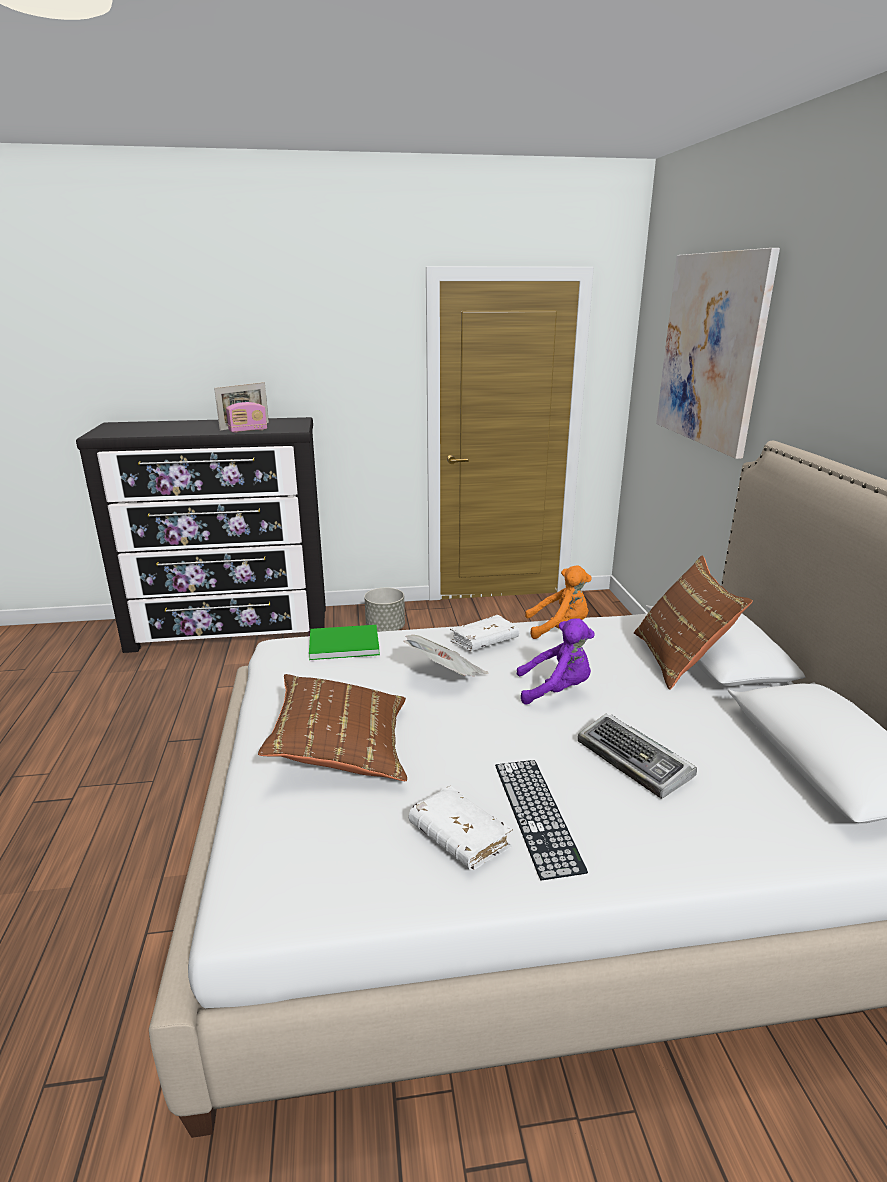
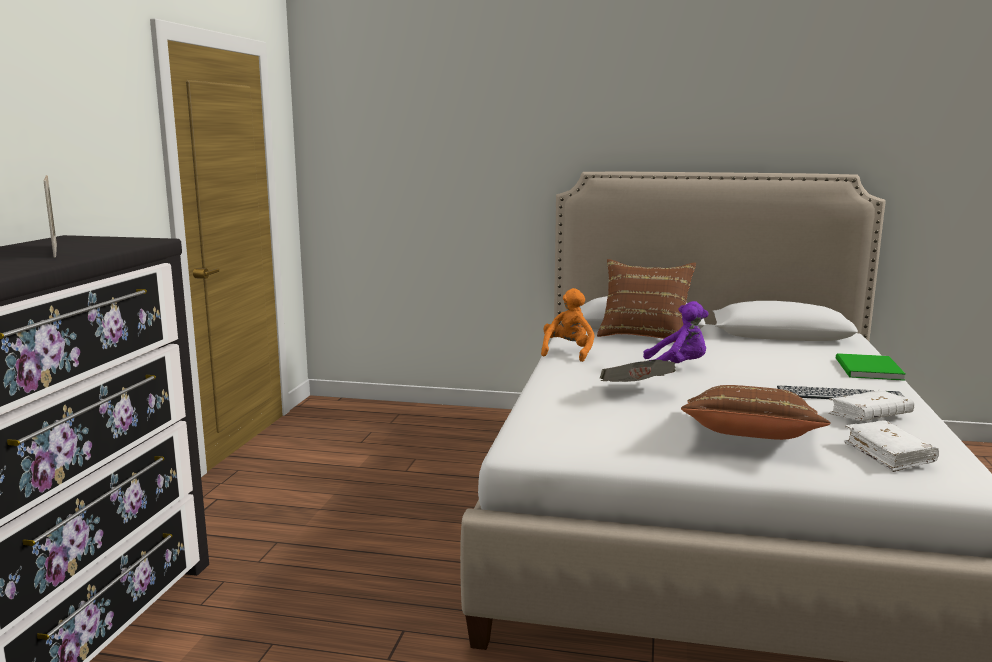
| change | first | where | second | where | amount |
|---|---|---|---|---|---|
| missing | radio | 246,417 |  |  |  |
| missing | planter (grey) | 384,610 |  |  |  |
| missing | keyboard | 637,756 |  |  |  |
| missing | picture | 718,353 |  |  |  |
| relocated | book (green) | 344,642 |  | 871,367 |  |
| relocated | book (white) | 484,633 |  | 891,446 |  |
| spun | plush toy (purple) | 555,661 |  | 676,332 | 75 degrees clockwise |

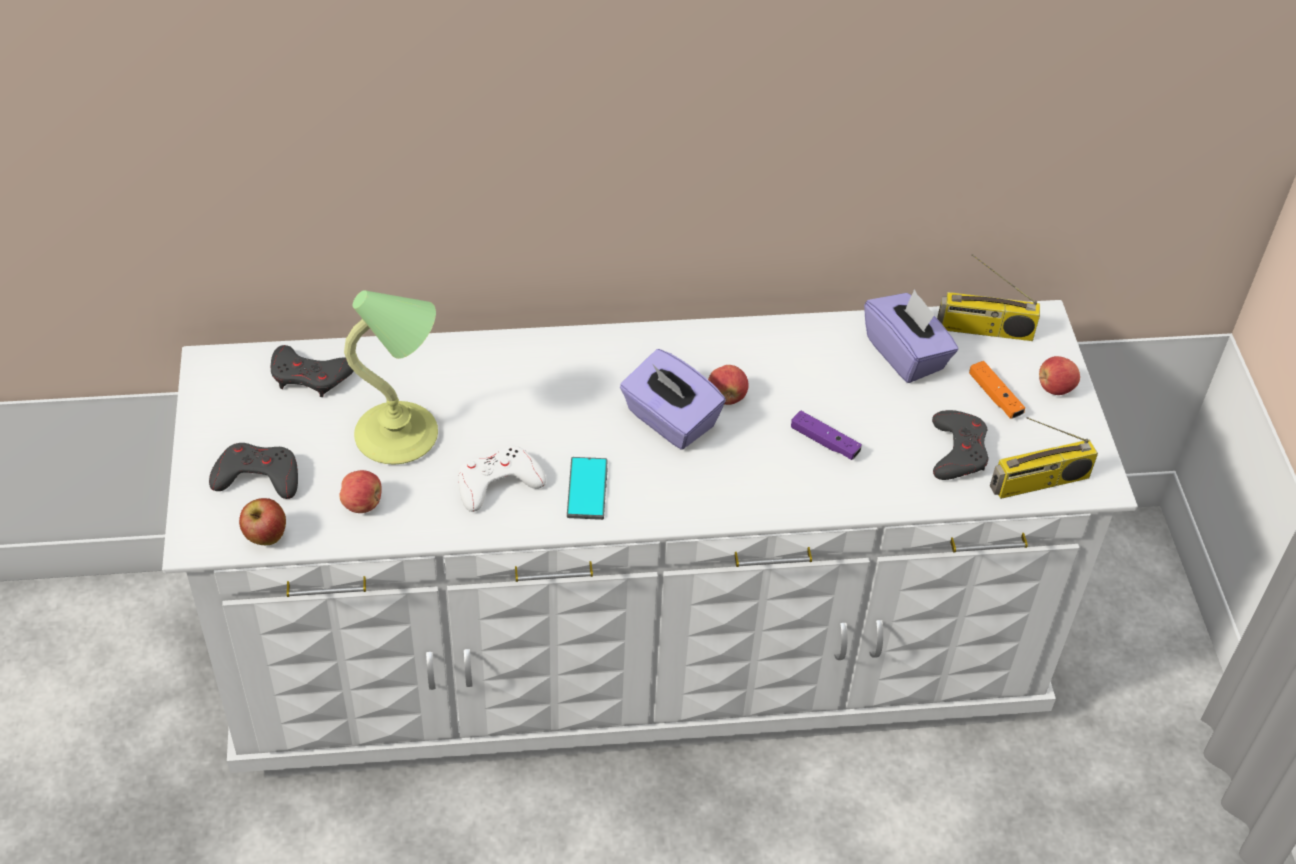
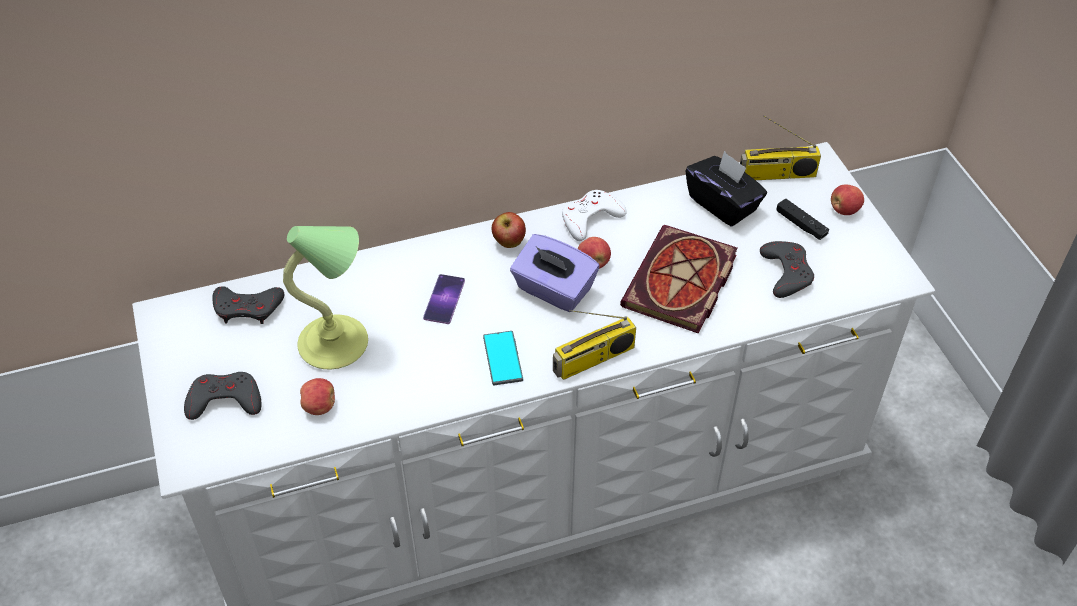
| change | first | where | second | where | amount |
|---|---|---|---|---|---|
| appeared |  |  | phone | 444,299 |  |
| relocated | apple | 262,521 |  | 509,230 |  |
| relocated | game controller (white) | 502,479 |  | 594,215 |  |
| relocated | radio | 1044,458 |  | 594,345 |  |
| exchanged | game controller (purple) | 826,435 | book | 679,279 |  |
| colour | tissue box (purple) | 911,336 | tissue box (black) | 726,189 |  |
| colour | game controller (orange) | 997,390 | game controller (black) | 803,219 |  |

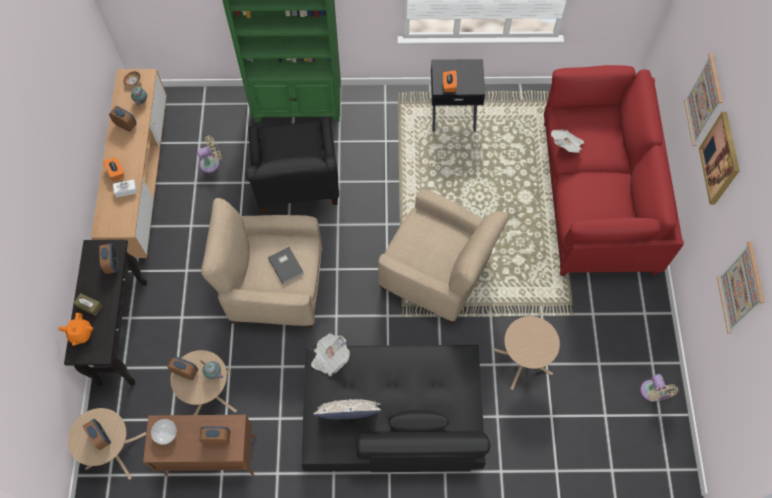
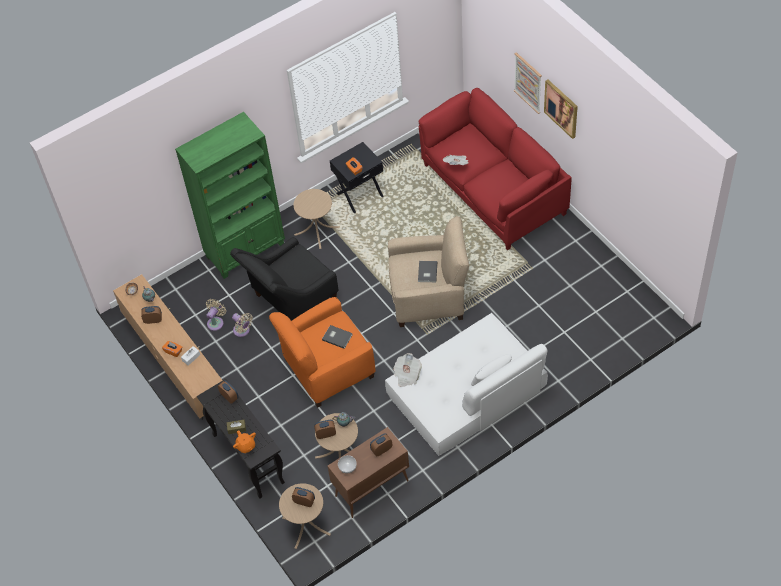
| change | first | where | second | where | amount |
|---|---|---|---|---|---|
| missing | pillow | 347,409 |  |  |  |
| missing | picture | 741,288 |  |  |  |
| appeared |  |  | book (grey) | 427,271 |  |
| relocated | side table (beige) | 526,353 |  | 316,219 |  |
| relocated | fan (beige) | 659,388 |  | 242,325 |  |
| colour | armchair (beige) | 261,263 | armchair (orange) | 322,352 |  |
| colour | sofa (black) | 395,408 | sofa (white) | 466,384 |  |
| spun | armchair (black) | 292,165 |  | 284,279 | 90 degrees clockwise |

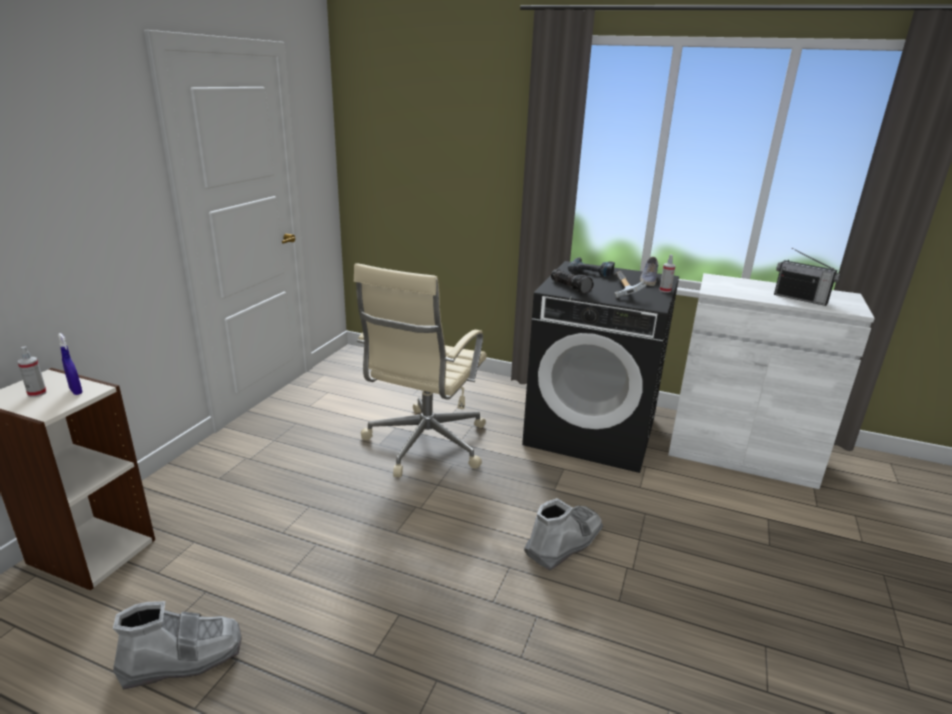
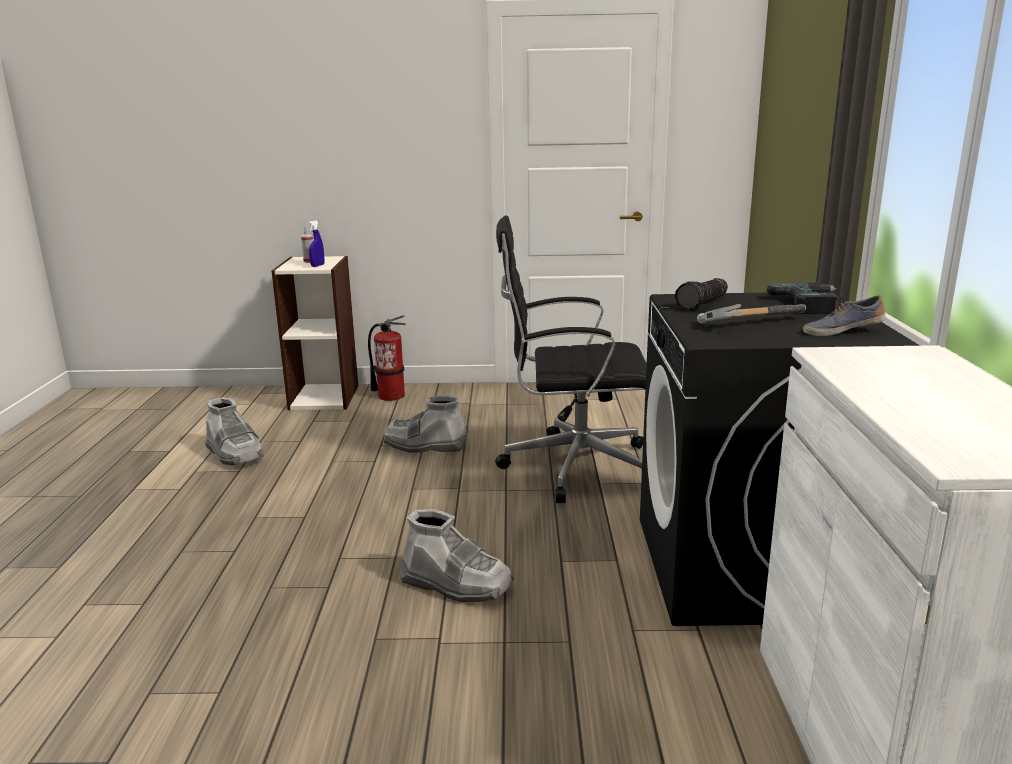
| change | first | where | second | where | amount |
|---|---|---|---|---|---|
| missing | spray bottle | 667,273 |  |  |  |
| missing | radio | 807,277 |  |  |  |
| appeared |  |  | fire extinguisher | 387,358 |  |
| appeared |  |  | boot (grey) | 425,424 |  |
| colour | office chair (beige) | 420,370 | office chair (black) | 571,359 |  |

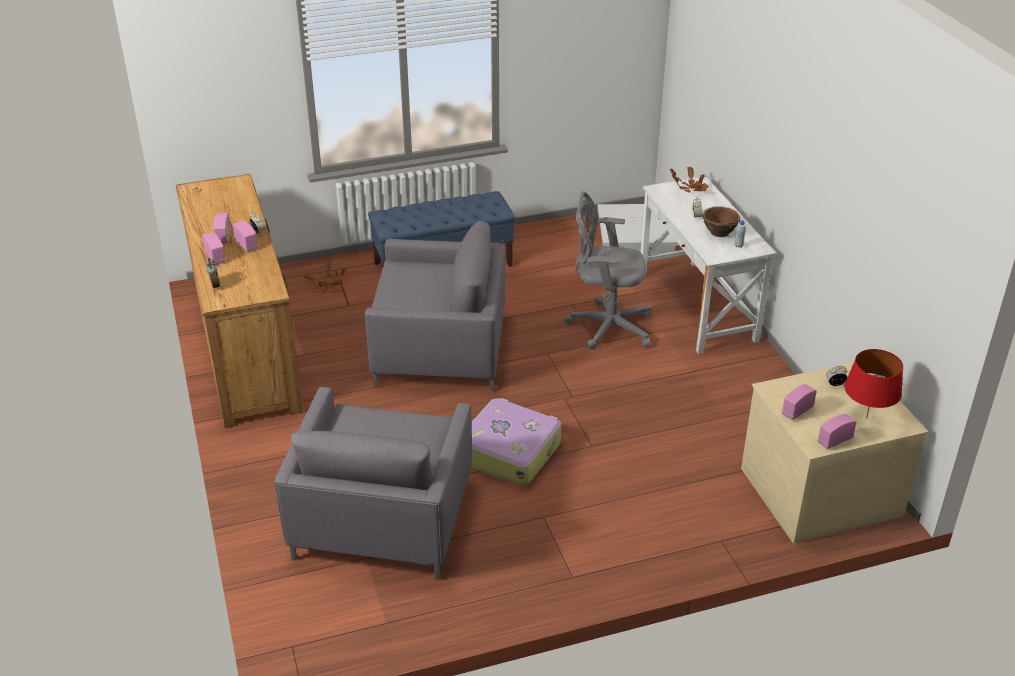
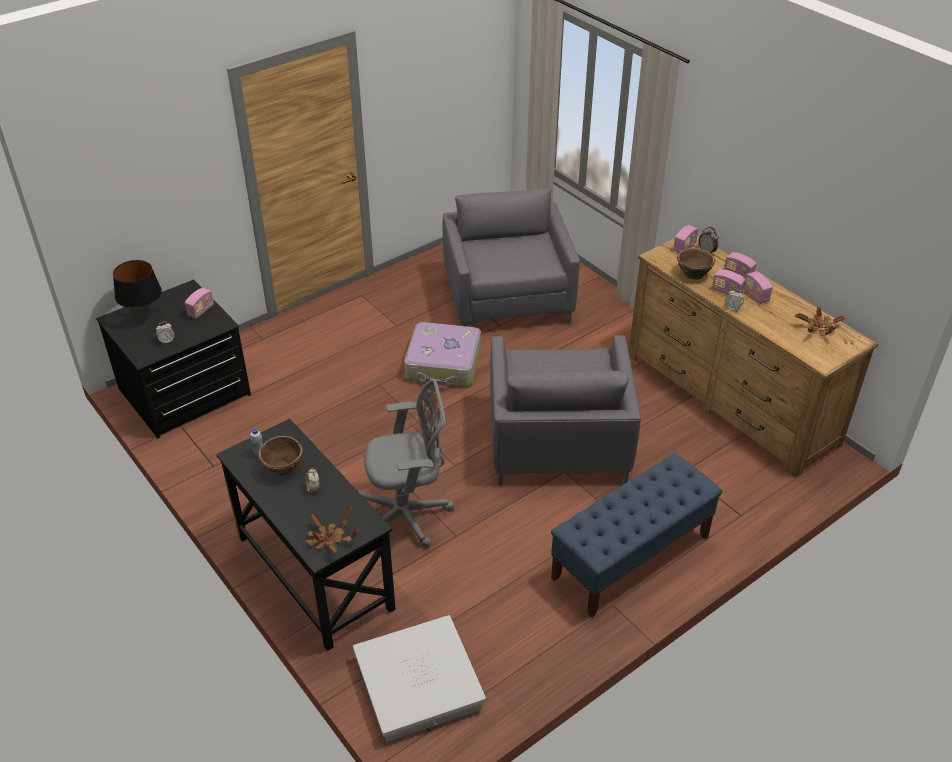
| change | first | where | second | where | amount |
|---|---|---|---|---|---|
| appeared |  |  | bowl (brown) | 696,264 |  |
| relocated | potted plant | 325,275 |  | 820,321 |  |
| relocated | radio | 837,431 |  | 685,239 |  |
| colour | desk (white) | 708,265 | desk (black) | 306,535 |  |
| colour | dresser (beige) | 834,452 | dresser (black) | 173,359 |  |
| colour | table lamp (red) | 873,383 | table lamp (black) | 137,289 |  |
| spun | armchair (grey) | 435,306 |  | 565,410 | 75 degrees counterclockwise |

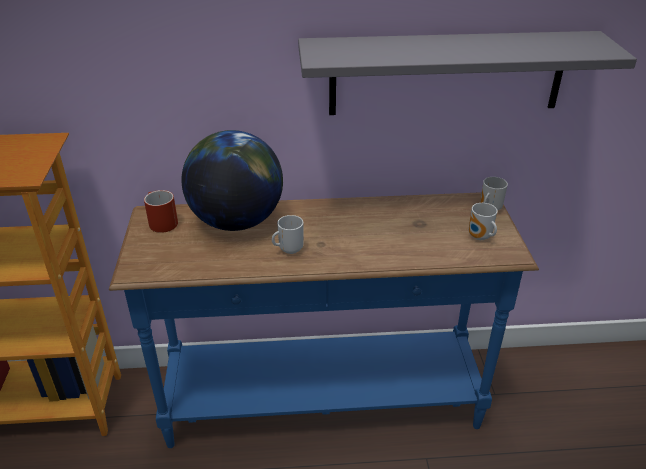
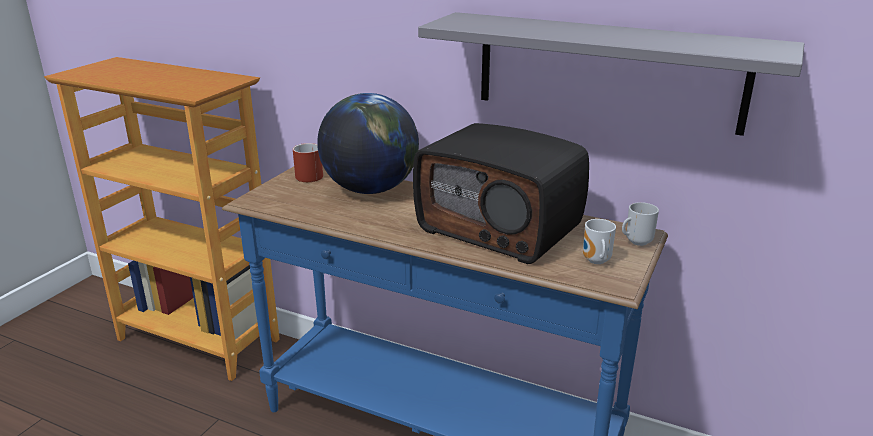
| change | first | where | second | where | amount |
|---|---|---|---|---|---|
| missing | mug | 288,234 |  |  |  |
| appeared |  |  | radio | 501,193 |  |

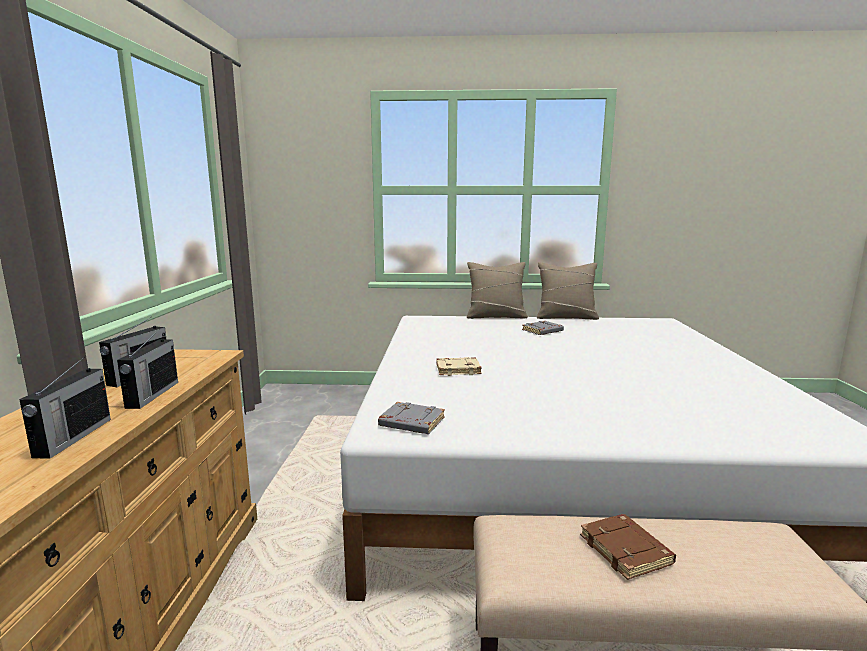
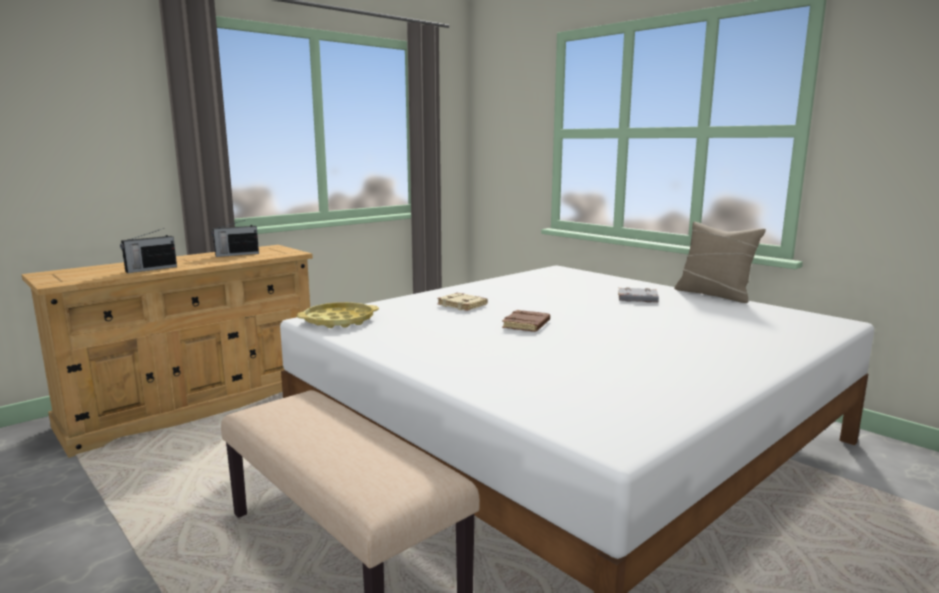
| change | first | where | second | where | amount |
|---|---|---|---|---|---|
| missing | radio | 147,369 |  |  |  |
| missing | pillow (beige) | 497,290 |  |  |  |
| relocated | book (brown) | 628,547 |  | 526,321 |  |
| exchanged | book (grey) | 411,418 | tray (yellow) | 338,315 |  |

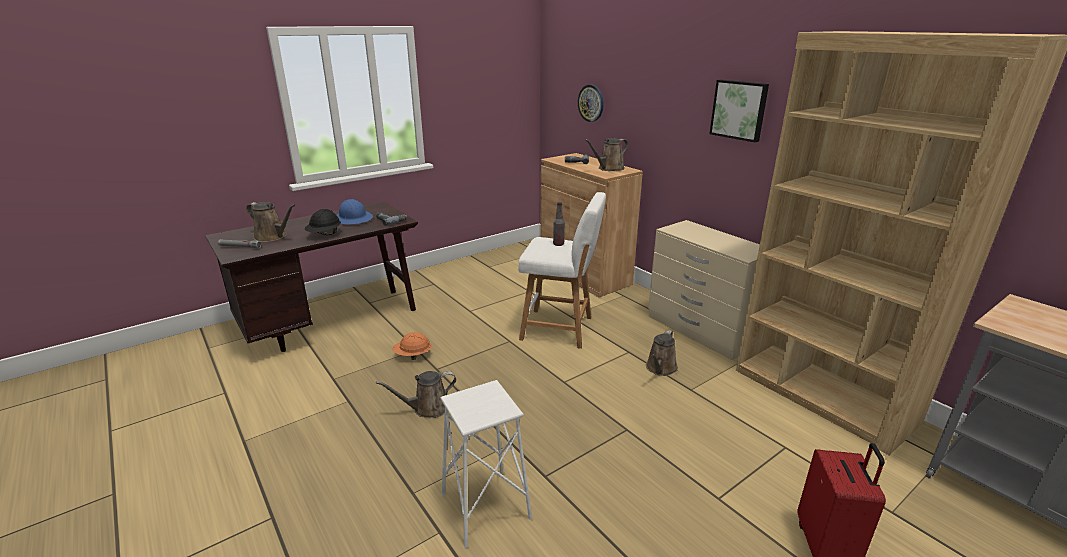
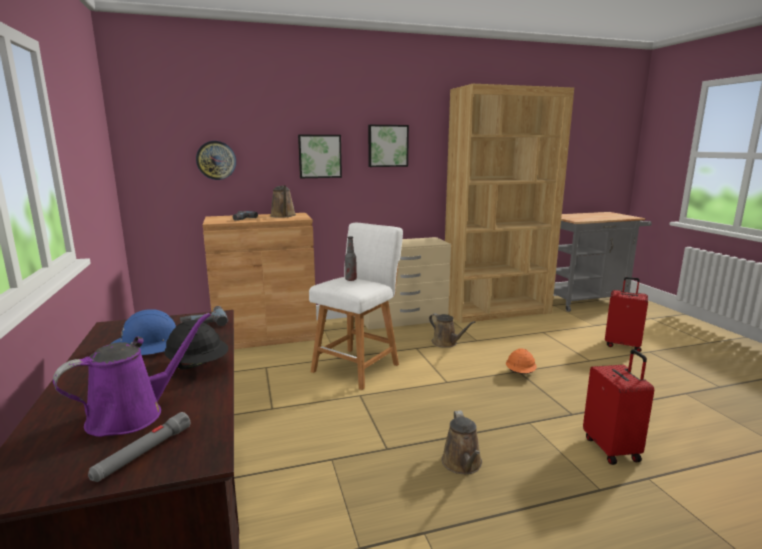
| change | first | where | second | where | amount |
|---|---|---|---|---|---|
| appeared |  |  | picture | 320,156 |  |
| relocated | hard hat (orange) | 412,346 |  | 521,361 |  |
| exchanged | stool (white) | 486,464 | suitcase (red) | 618,407 |  |
| colour | watering can (brown) | 270,222 | watering can (purple) | 132,375 |  |

